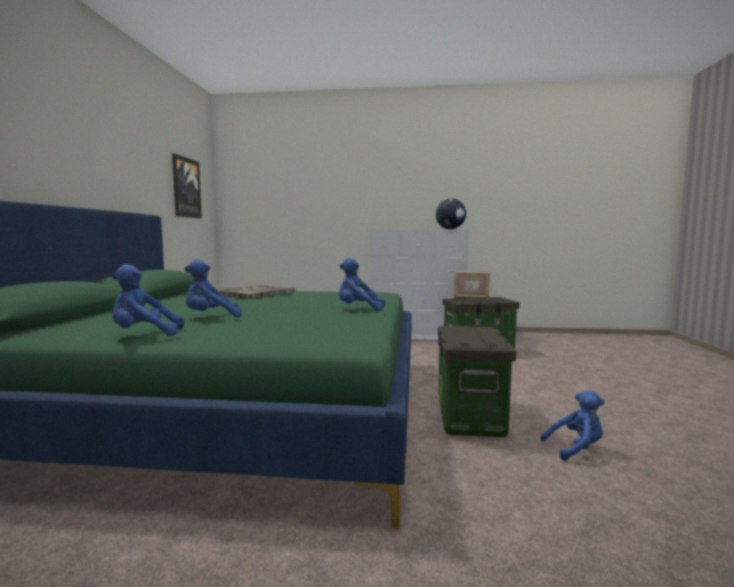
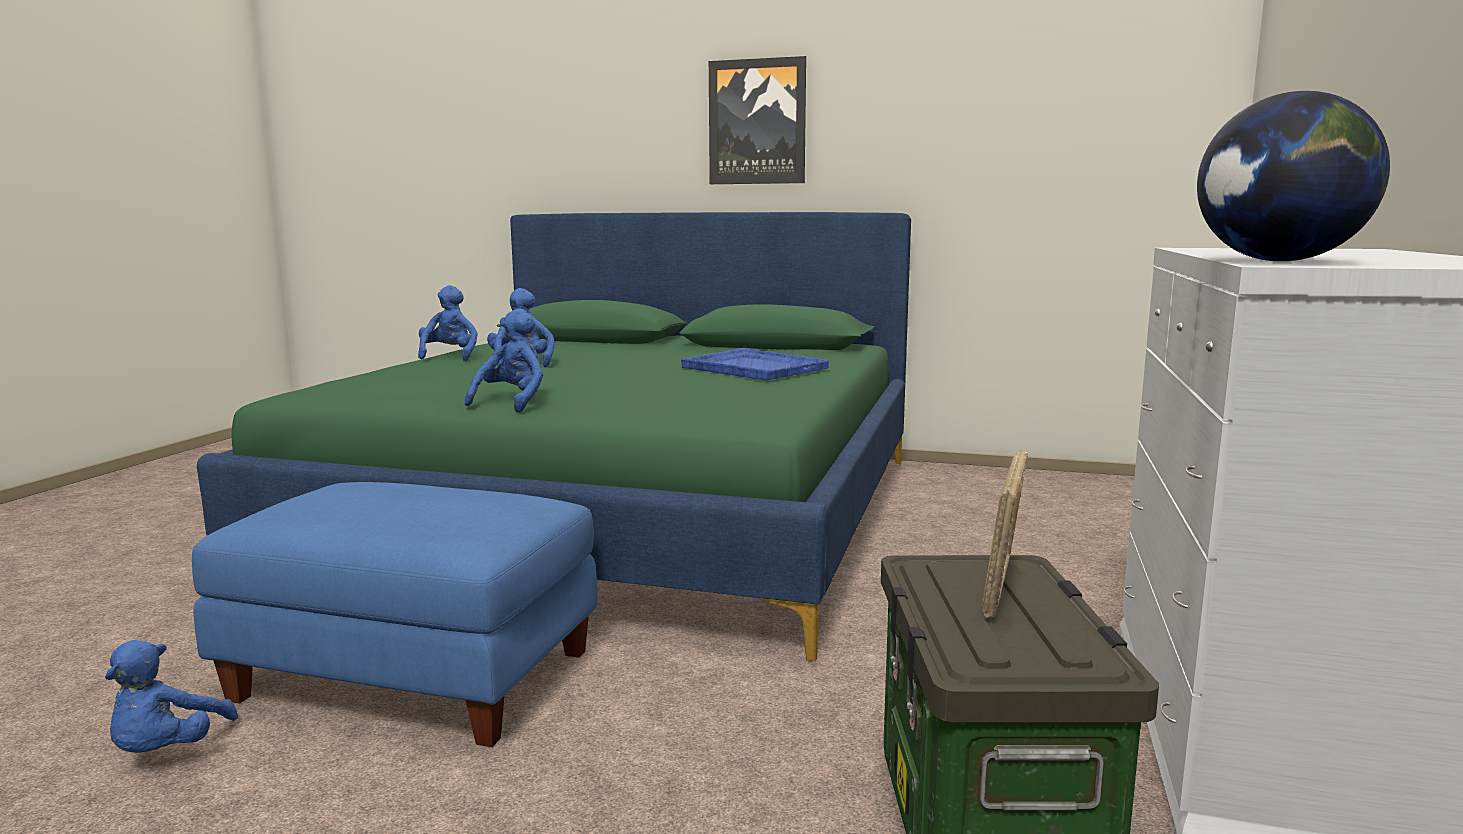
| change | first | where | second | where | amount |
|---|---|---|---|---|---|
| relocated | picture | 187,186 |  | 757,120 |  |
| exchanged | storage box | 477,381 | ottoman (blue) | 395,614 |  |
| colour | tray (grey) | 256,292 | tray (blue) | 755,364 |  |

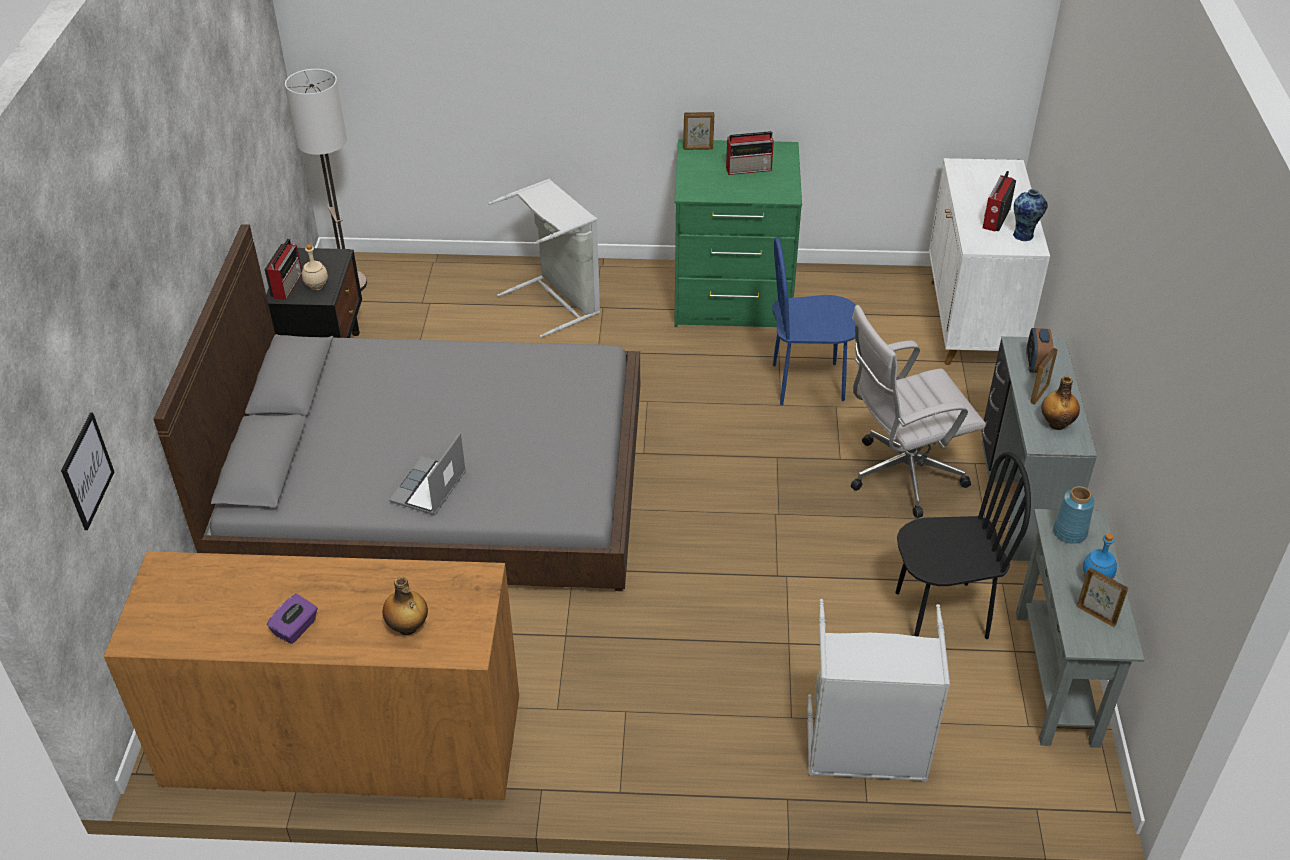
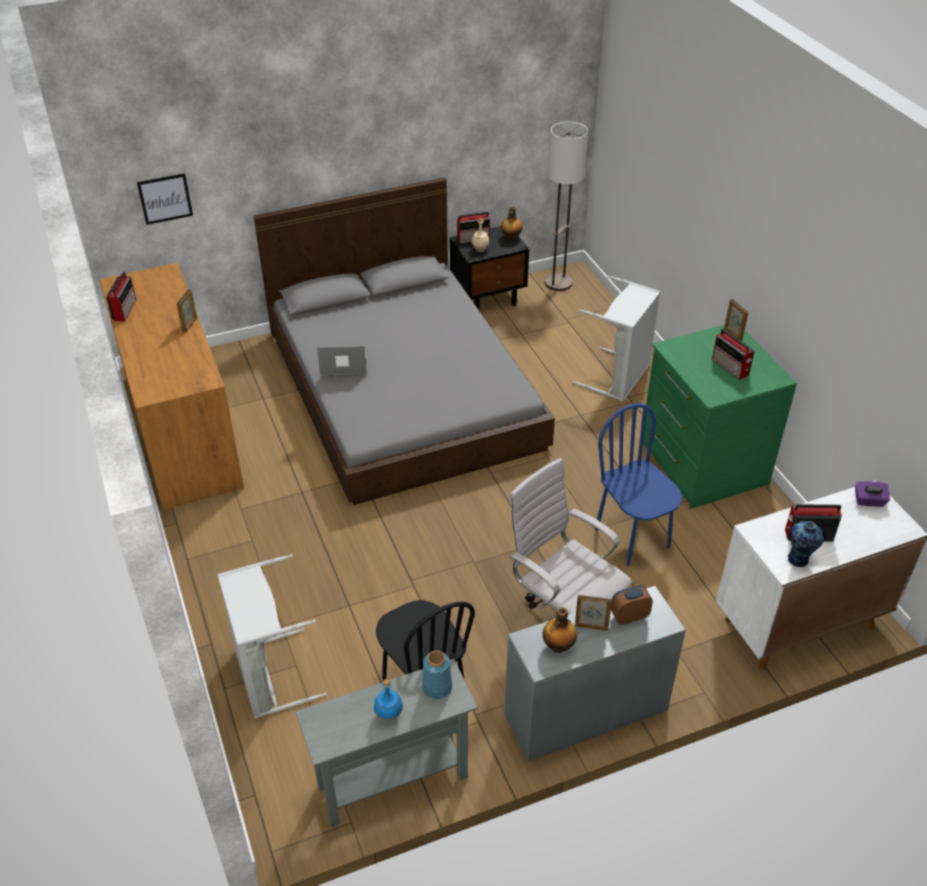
| change | first | where | second | where | amount |
|---|---|---|---|---|---|
| appeared |  |  | radio | 121,297 |  |
| relocated | tissue box (purple) | 292,619 |  | 872,494 |  |
| relocated | bottle | 405,605 |  | 512,223 |  |
| relocated | picture frame | 1102,597 |  | 187,311 |  |

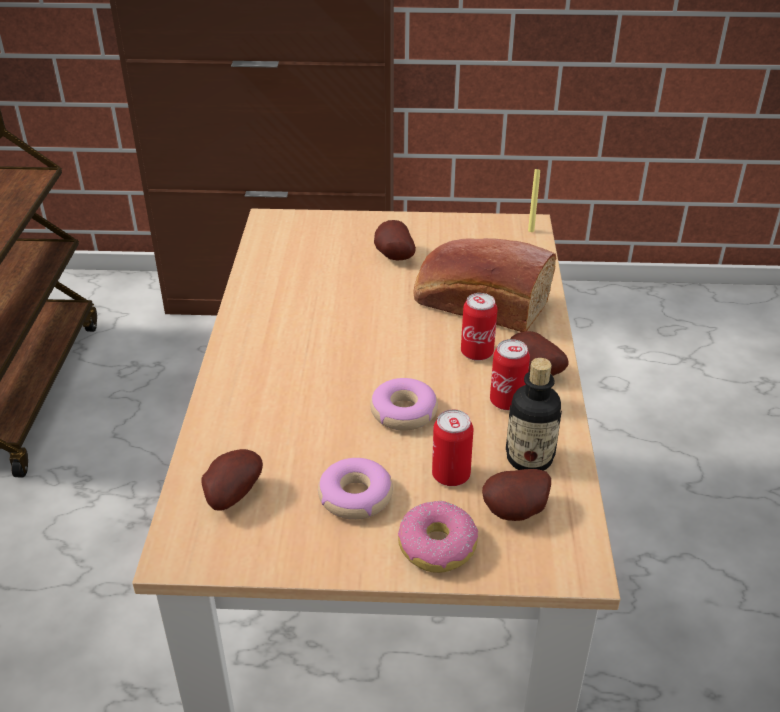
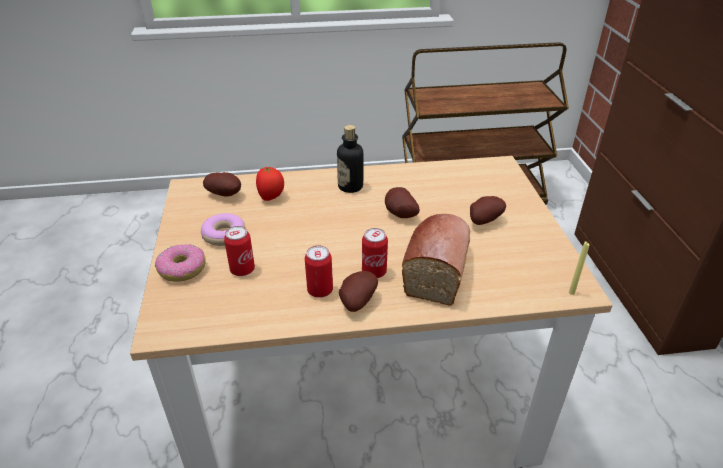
| change | first | where | second | where | amount |
|---|---|---|---|---|---|
| missing | donut | 404,404 |  |  |  |
| appeared |  |  | tomato | 270,183 |  |
| relocated | potato | 516,495 |  | 402,202 |  |
| relocated | bottle | 534,414 |  | 350,159 |  |

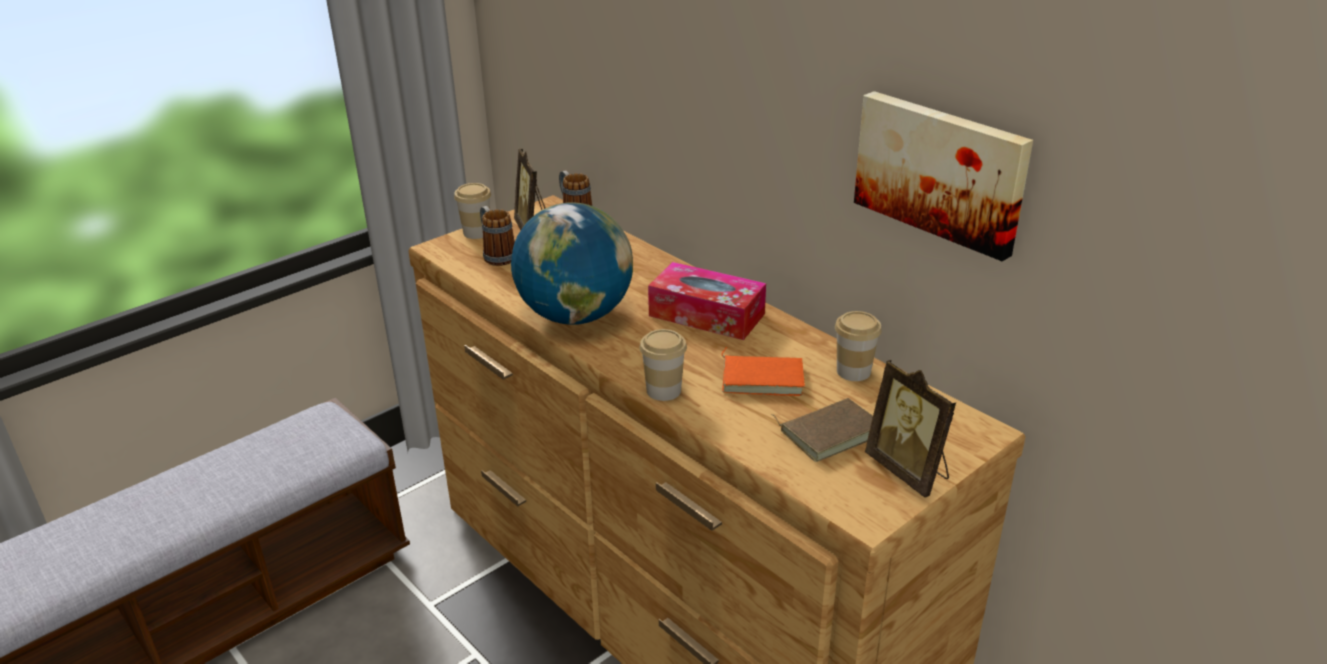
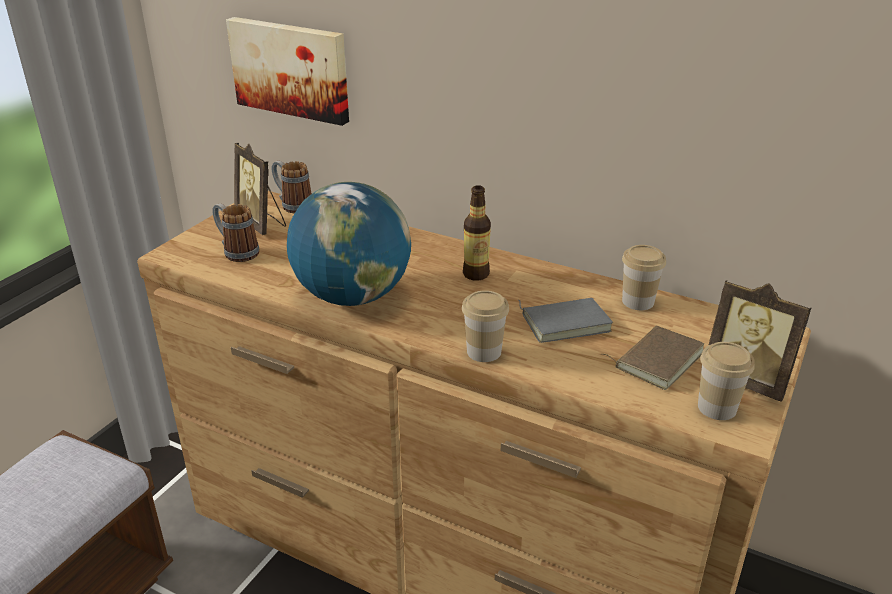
| change | first | where | second | where | amount |
|---|---|---|---|---|---|
| relocated | cup | 472,211 |  | 726,381 |  |
| relocated | picture | 943,176 |  | 287,71 |  |
| exchanged | tissue box | 707,301 | bottle | 477,233 |  |
| colour | book (orange) | 763,371 | book (grey) | 566,320 |  |

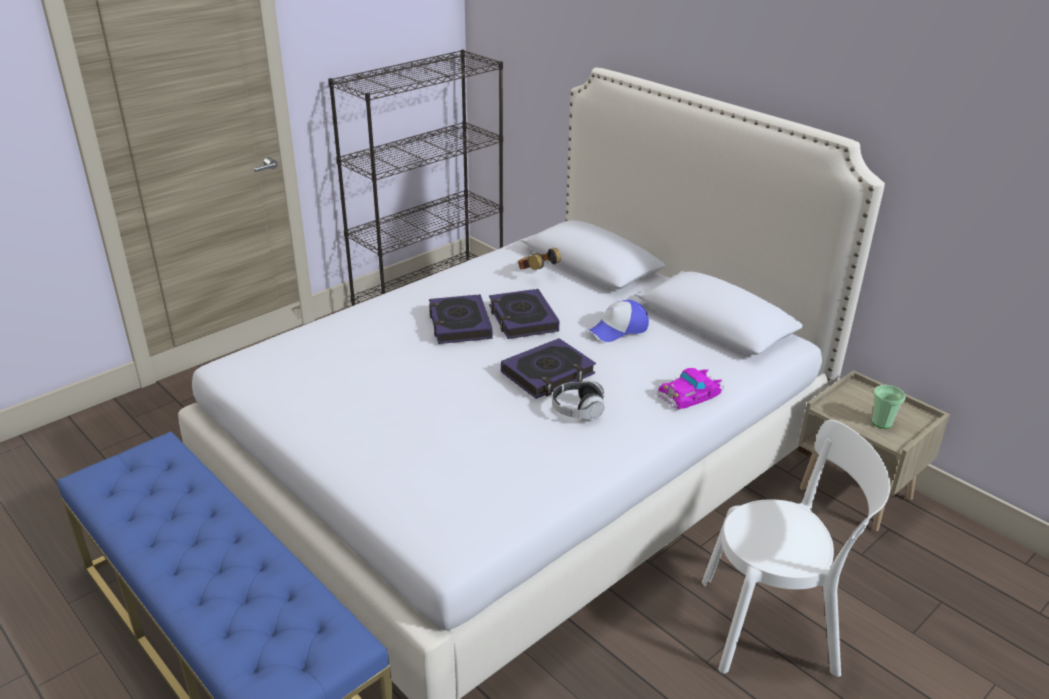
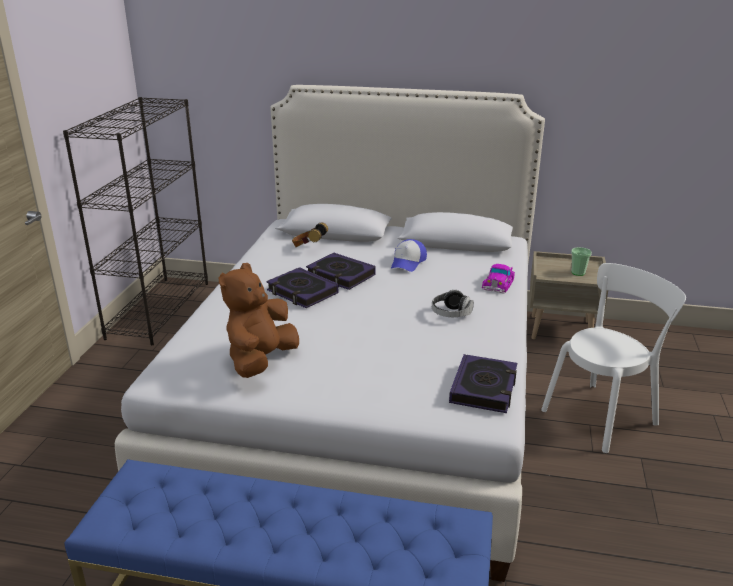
| change | first | where | second | where | amount |
|---|---|---|---|---|---|
| appeared |  |  | plush toy (brown) | 259,320 |  |
| relocated | book | 548,368 |  | 483,383 |  |

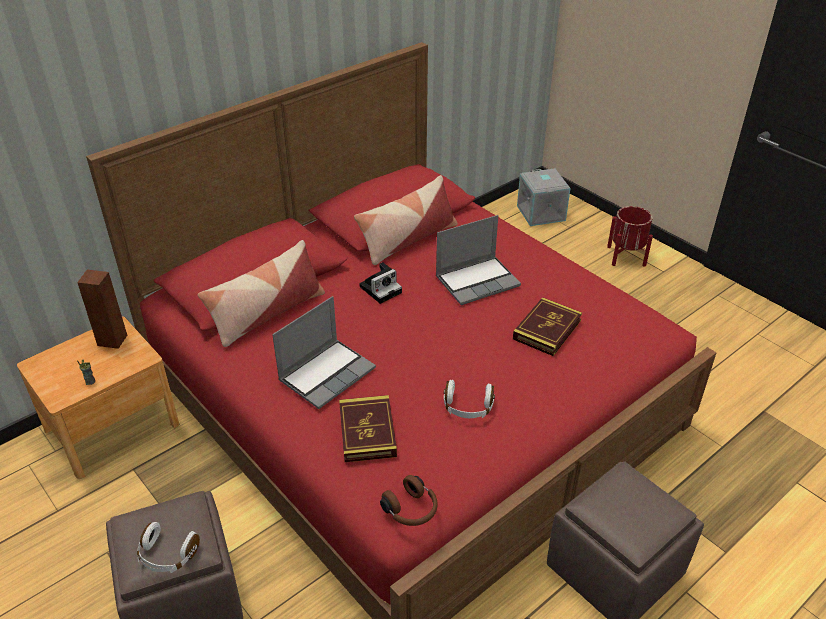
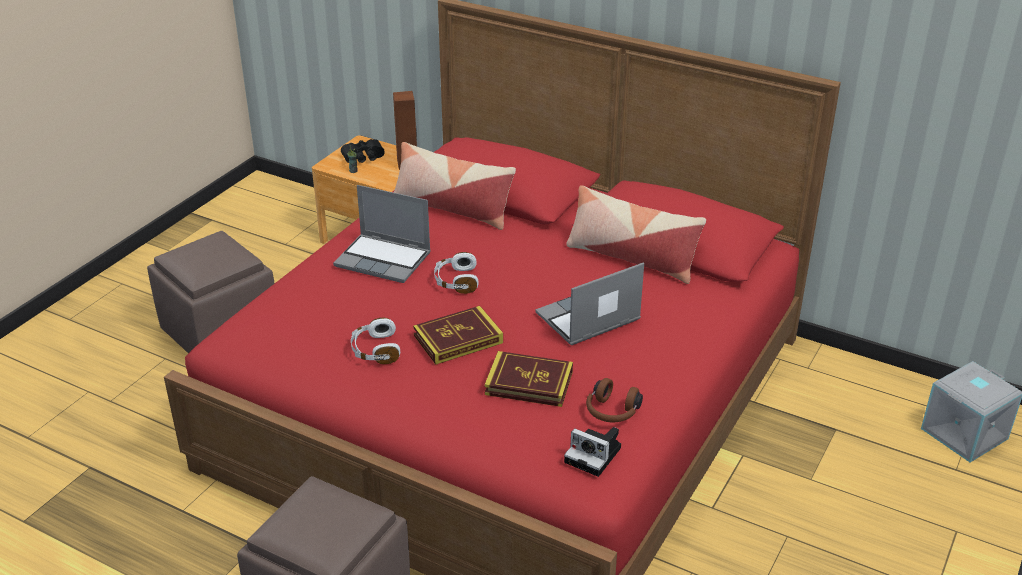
| change | first | where | second | where | amount |
|---|---|---|---|---|---|
| missing | planter (red) | 630,236 |  |  |  |
| appeared |  |  | binoculars (black) | 363,151 |  |
| relocated | headphones (white) | 168,547 |  | 456,273 |  |
| relocated | book | 368,428 |  | 458,335 |  |
| relocated | photo camera | 380,283 |  | 592,452 |  |
| relocated | headphones (brown) | 409,500 |  | 614,400 |  |
| spun | laptop | 478,260 |  | 589,303 | 105 degrees clockwise |

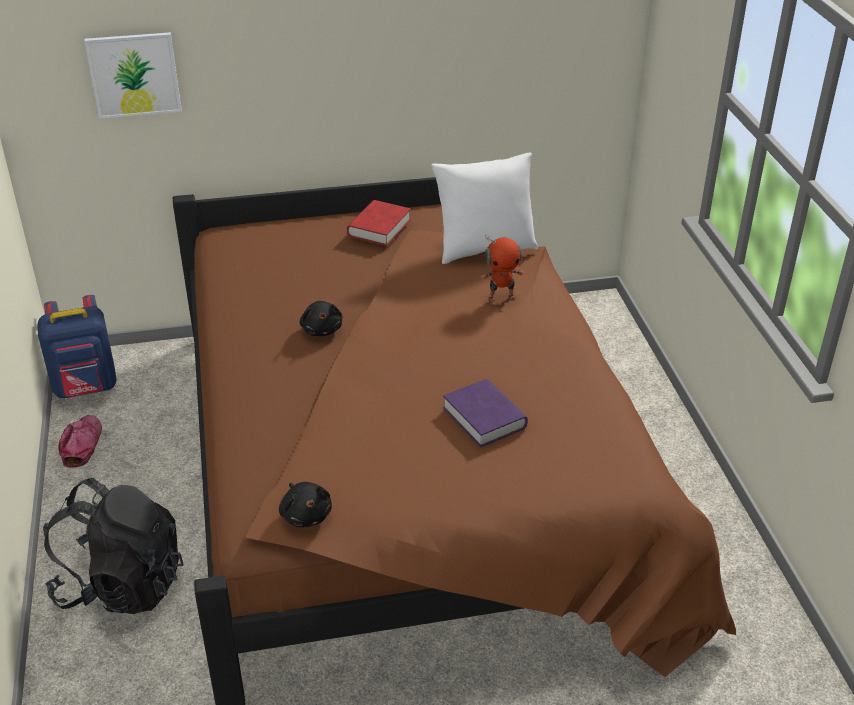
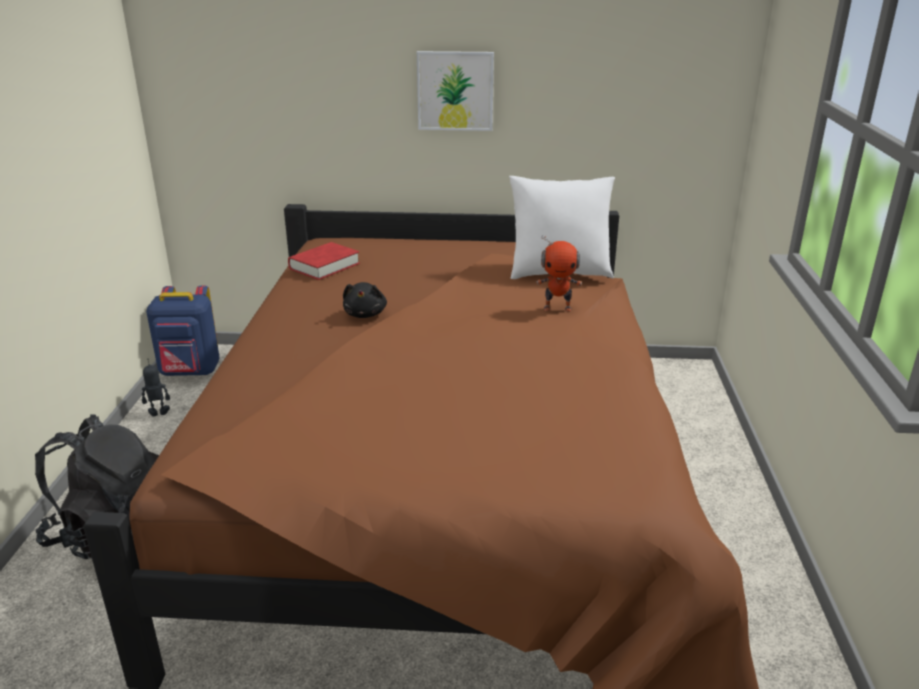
| change | first | where | second | where | amount |
|---|---|---|---|---|---|
| missing | plush toy (black) | 305,504 |  |  |  |
| missing | book (purple) | 485,413 |  |  |  |
| relocated | picture | 133,75 |  | 455,91 |  |
| relocated | book (red) | 379,223 |  | 324,261 |  |
| exchanged | cap | 80,441 | toy robot | 156,389 |  |

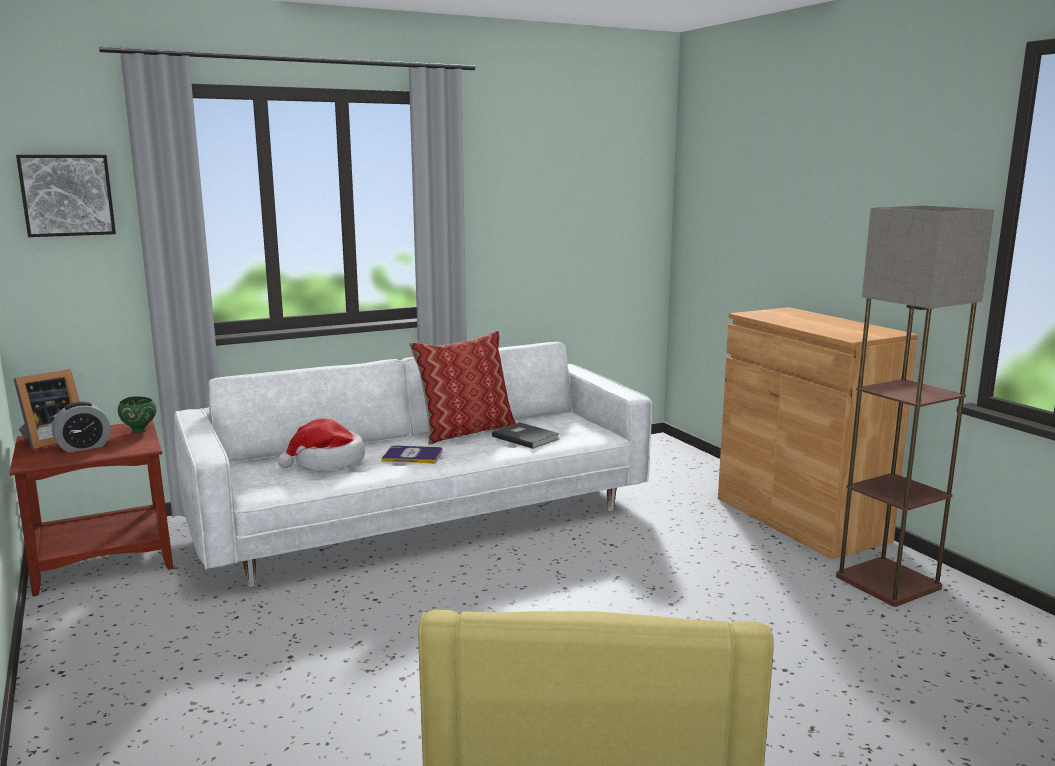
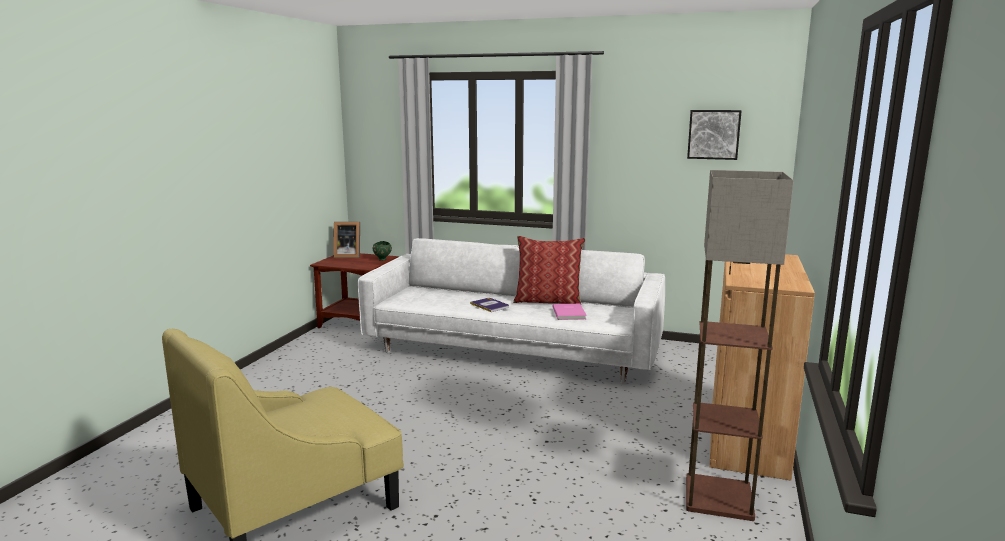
| change | first | where | second | where | amount |
|---|---|---|---|---|---|
| missing | alarm clock | 81,427 |  |  |  |
| missing | hat | 321,444 |  |  |  |
| relocated | picture | 66,196 |  | 714,135 |  |
| colour | book (grey) | 526,435 | book (pink) | 570,312 |  |

